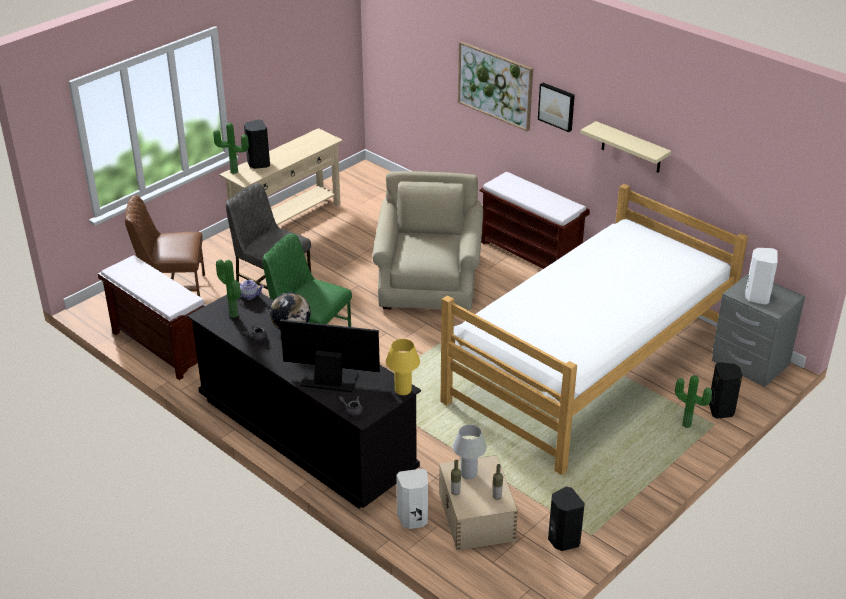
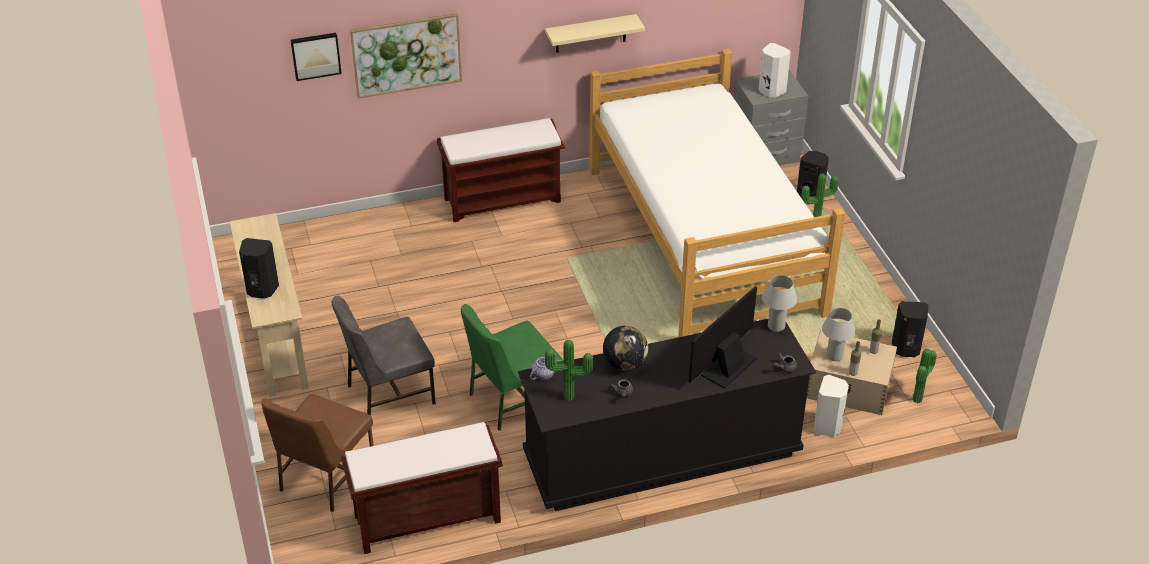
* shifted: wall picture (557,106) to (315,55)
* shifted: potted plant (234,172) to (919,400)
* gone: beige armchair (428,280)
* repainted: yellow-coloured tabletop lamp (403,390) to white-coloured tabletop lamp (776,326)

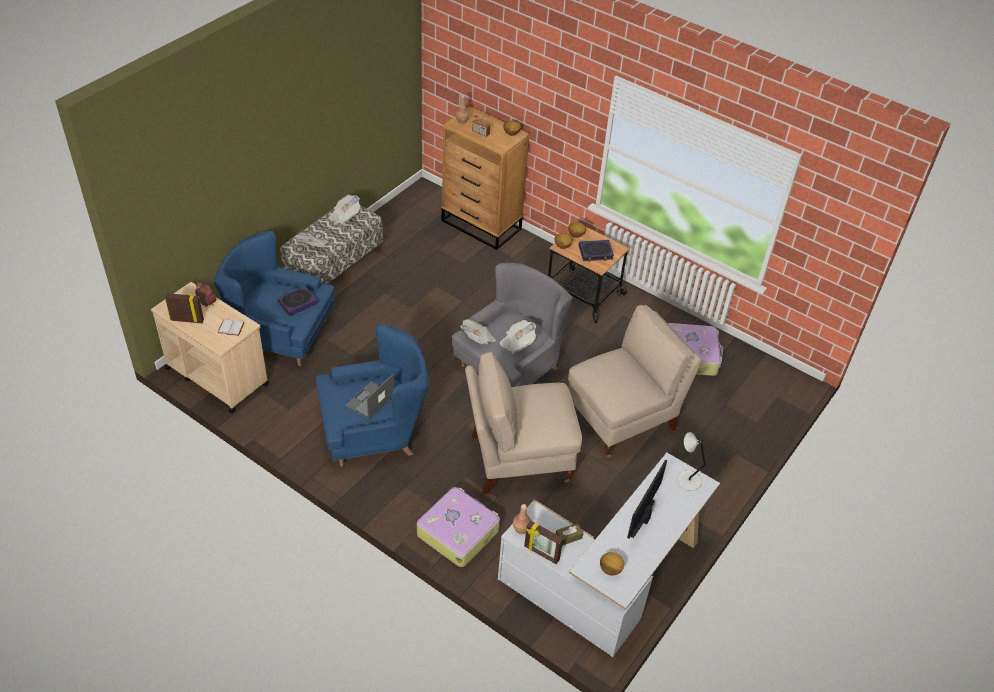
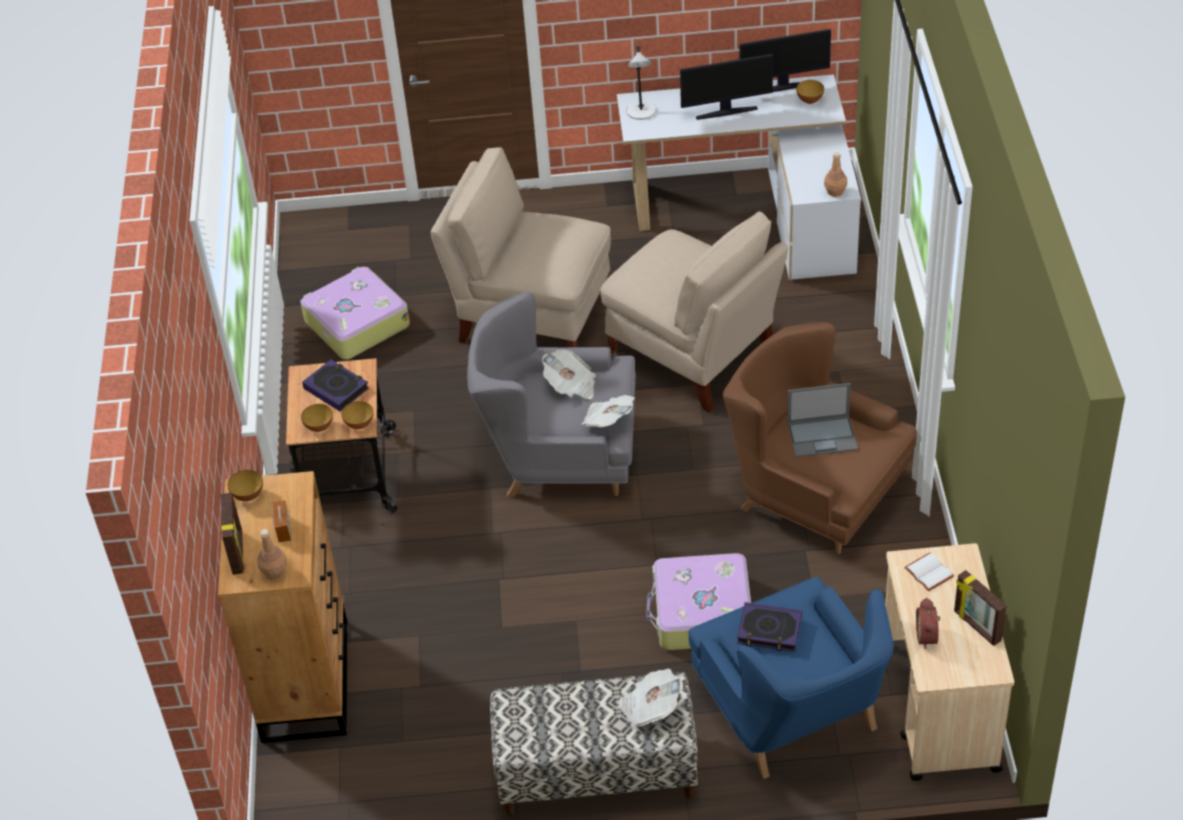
* gone: daily paper (345,216)
* repainted: bluish armchair (374,431) to brown armchair (815,491)
* shifted: travel case (458,532) to (701,613)
* shifted: picture frame (541,553) to (238,552)
* gone: brown box of tissues (568,537)
* new: monitor (783,87)

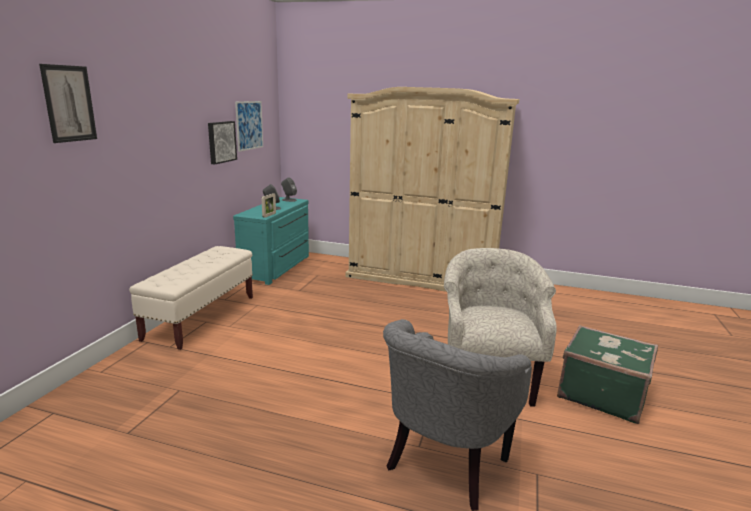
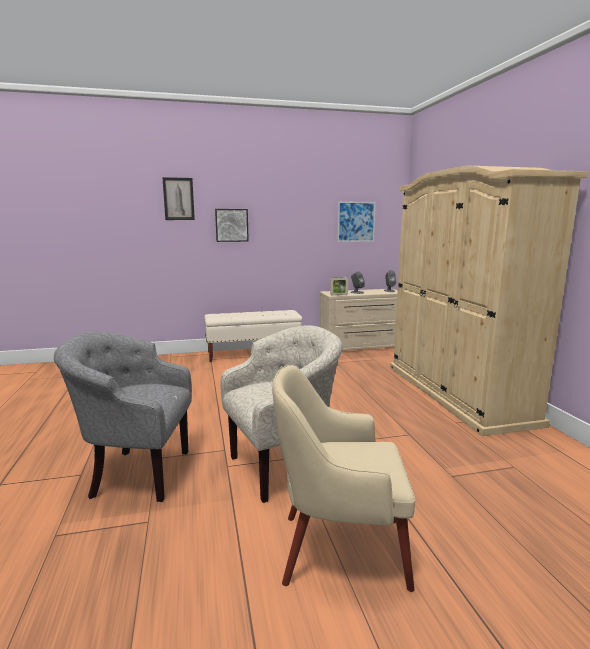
* shifted: wall picture (221,142) to (231,225)
* repainted: blue-green drawer chest (278,267) to beige drawer chest (361,347)
* swapped: green-coloured travel case (601,394) to beige armchair (339,549)

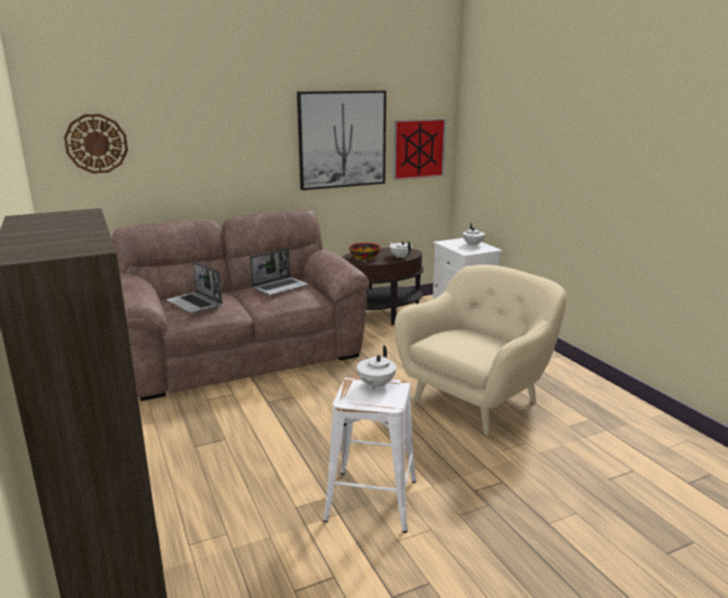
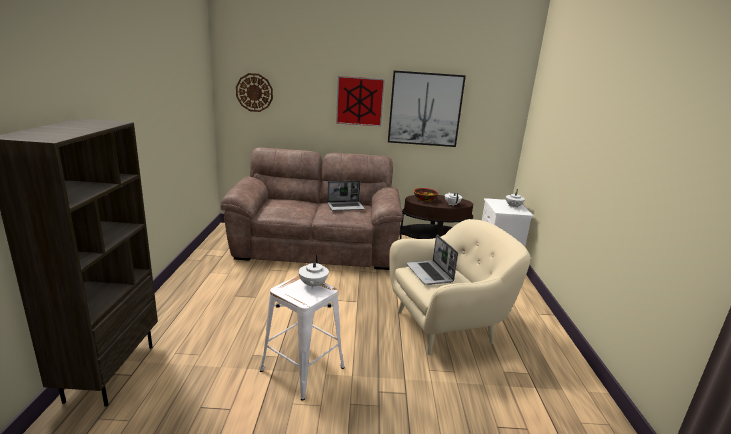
* shifted: wall picture (418,149) to (359,101)
* shifted: notebook computer (195,304) to (430,273)
* rotated: white-coloured pot for tea (375,385) = (312,285) 45 degrees counterclockwise

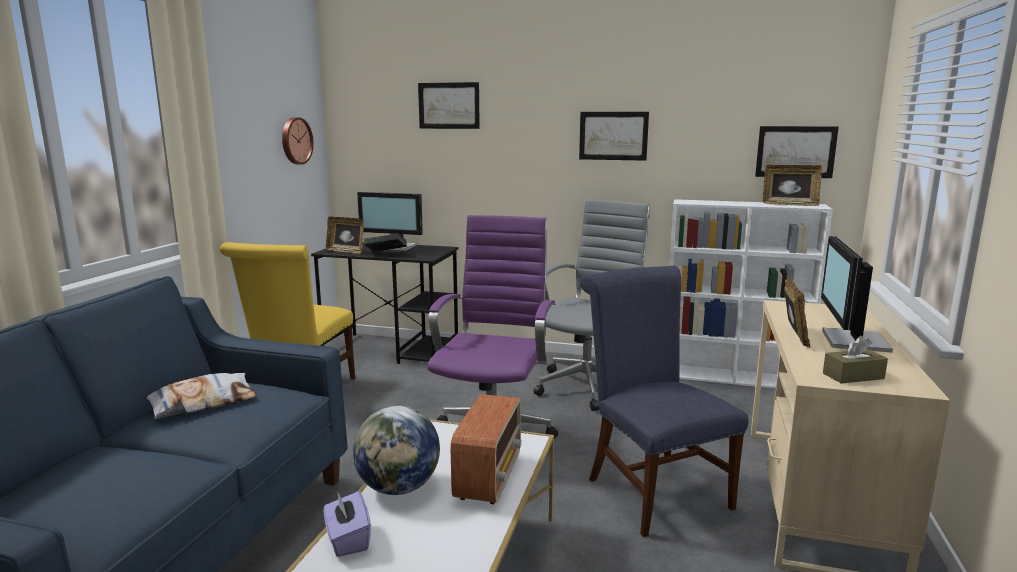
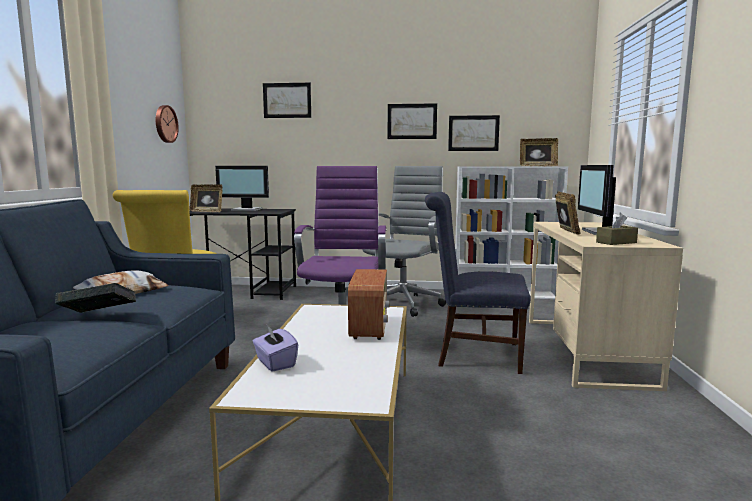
* shifted: wall picture (795,152) to (473,133)
* shifted: book (386,254) to (99,316)
* rotated: bluish plain chair (652,489) = (472,354) 45 degrees counterclockwise
* gone: world globe (399,488)

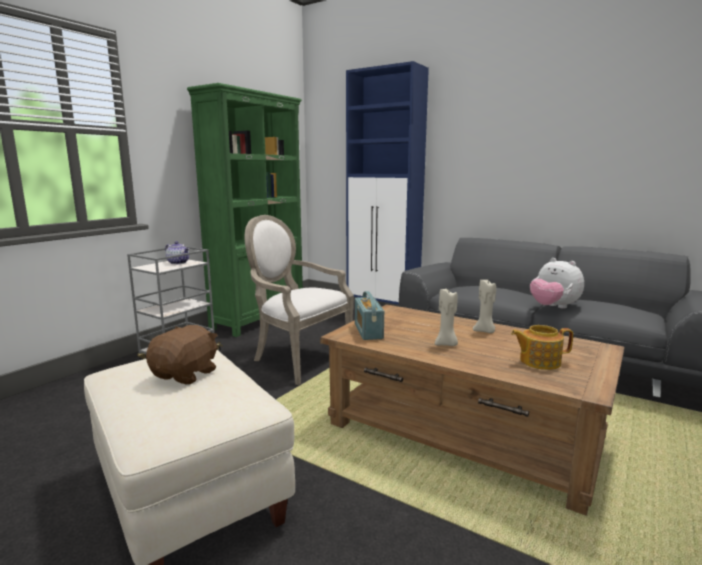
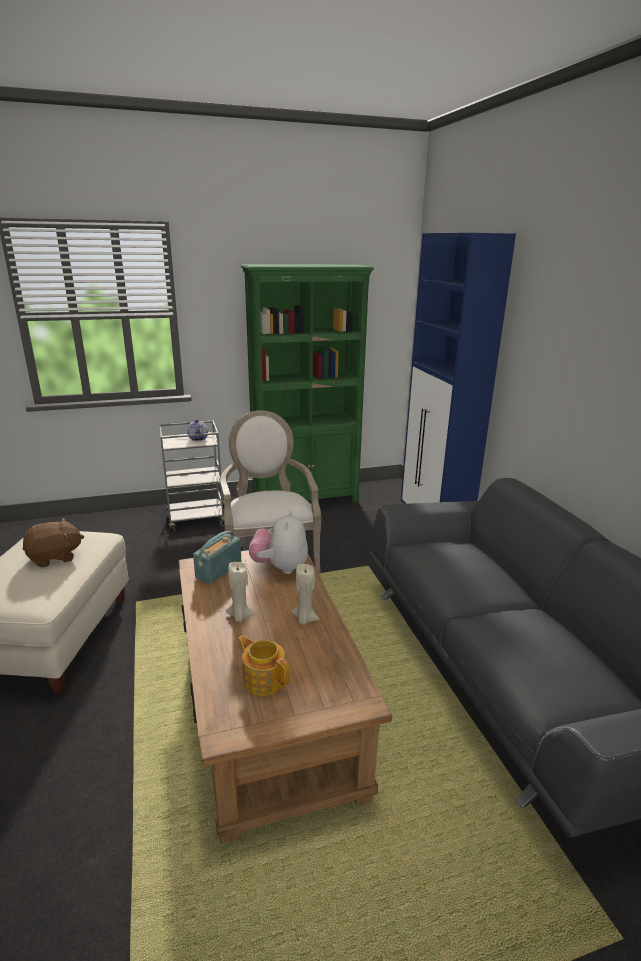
* shifted: cuddly toy (553,307) to (280,567)

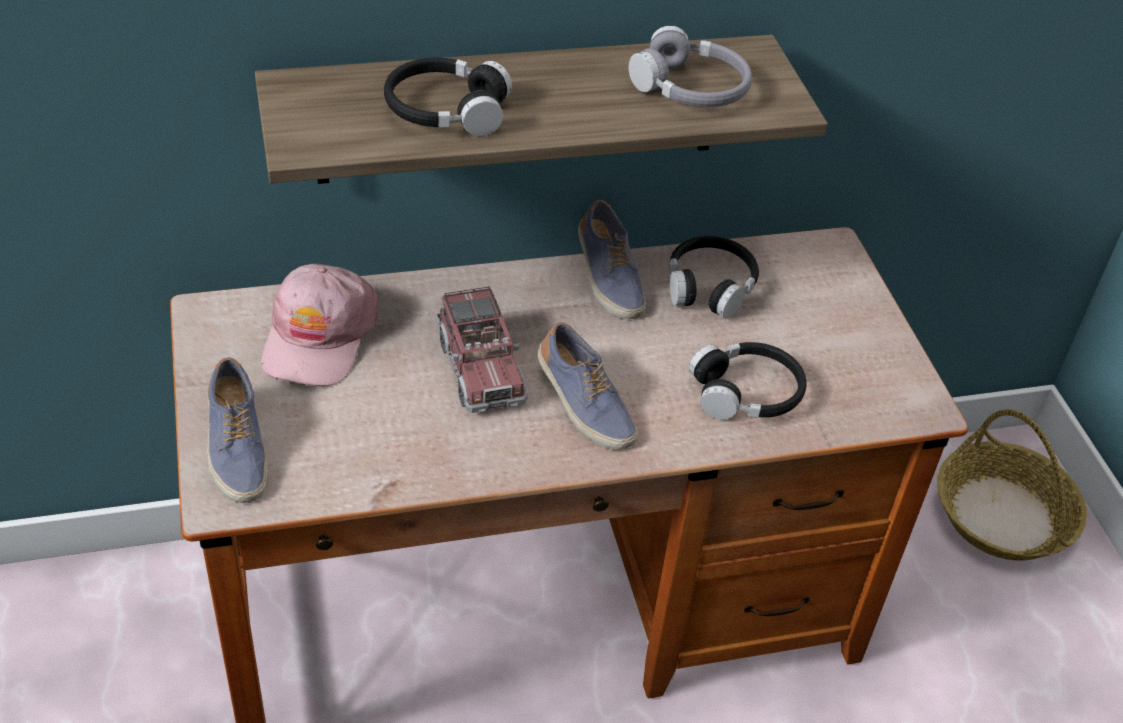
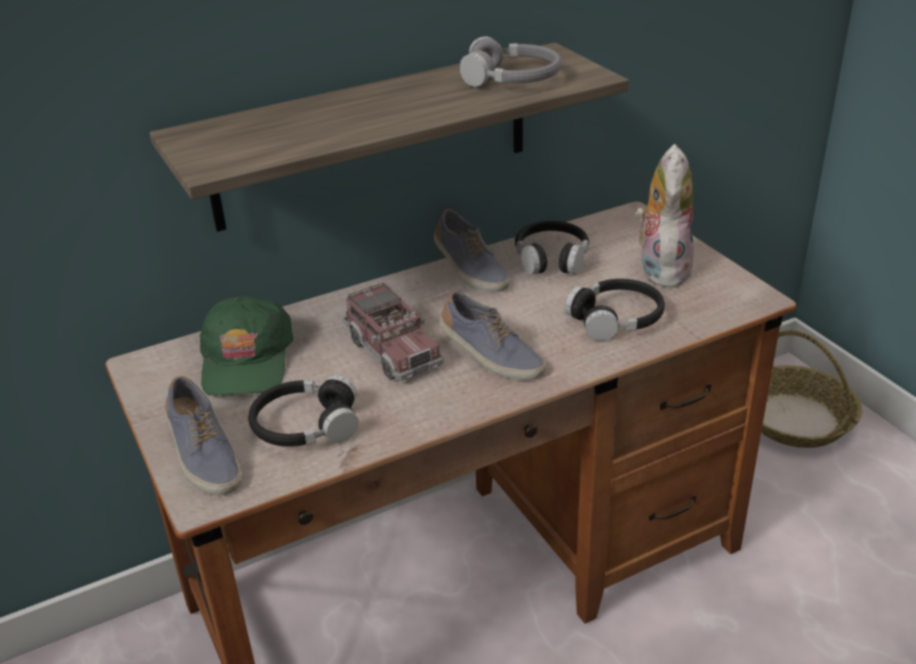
* shifted: black headset (446,111) to (305,426)
* repainted: pink-coloured baseball cap (318,337) to green-coloured baseball cap (246,360)
* new: cuddly toy (661,269)

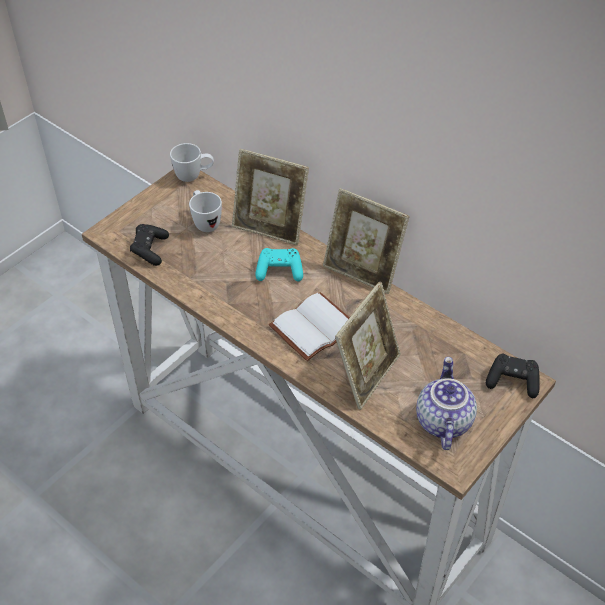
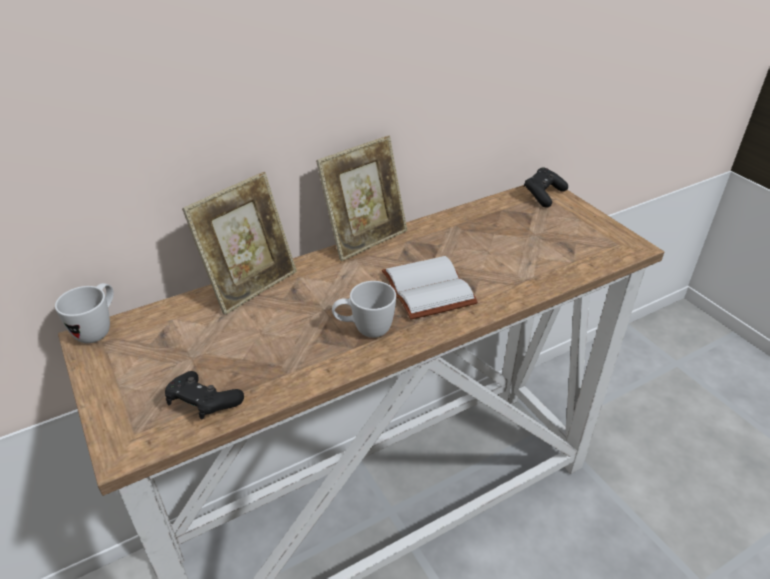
* shifted: white-coloured mug (205,222) to (364,330)
* gone: blue-green joypad (279,271)
* gone: picture frame (367,374)
* gone: pot for tea (442,420)

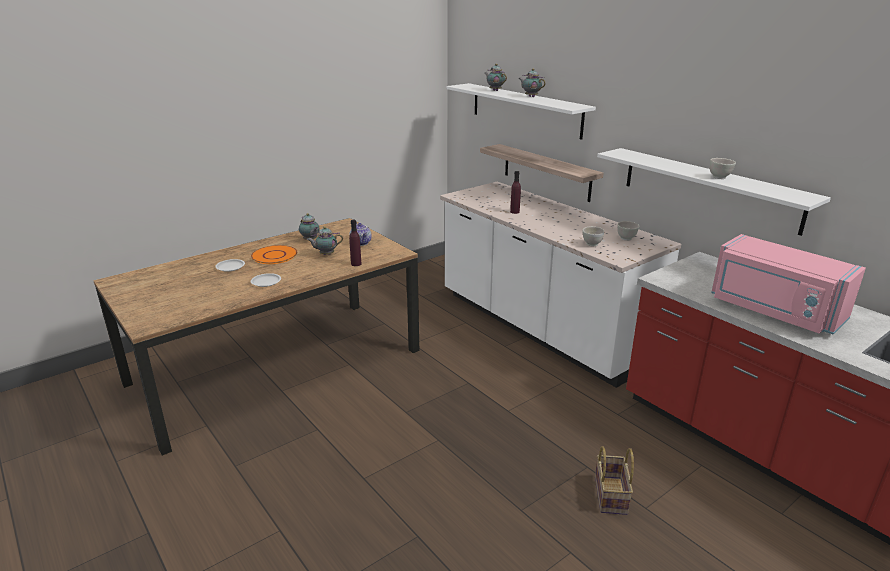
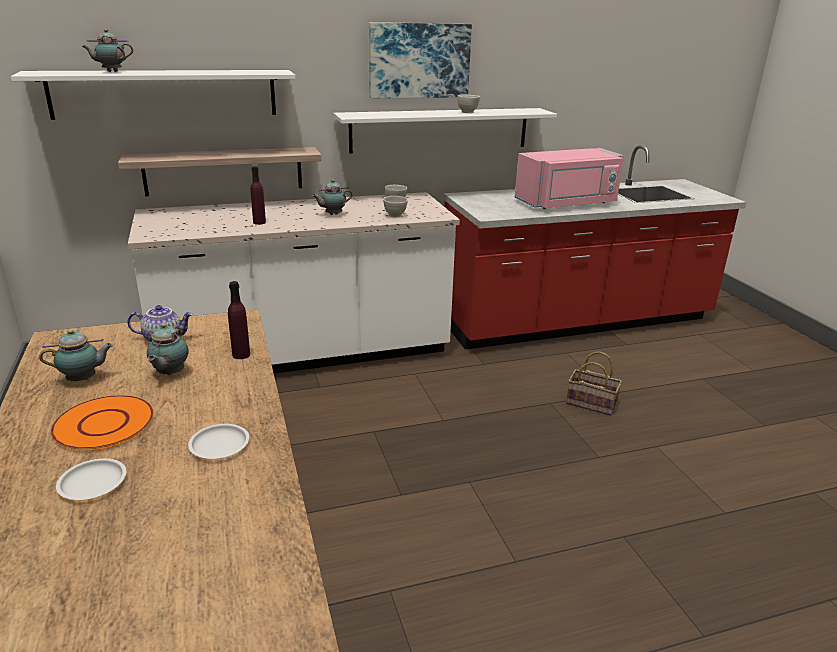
* shifted: pot for tea (530,96) to (332,214)
* new: wall picture (419,60)

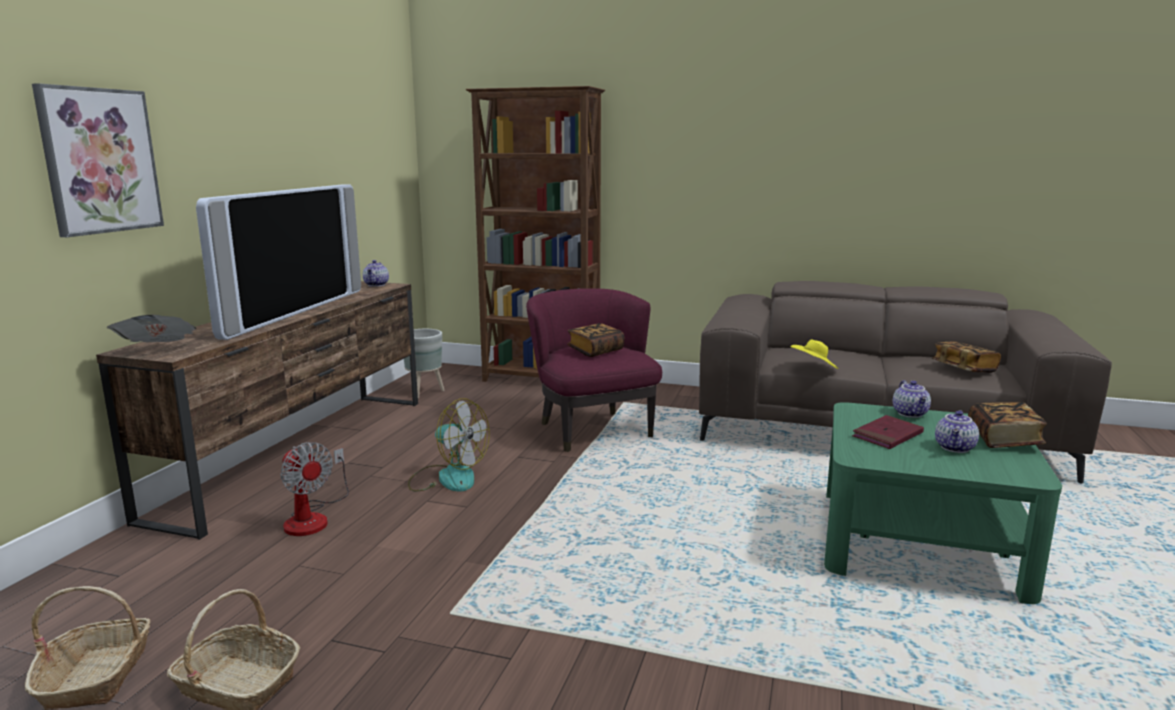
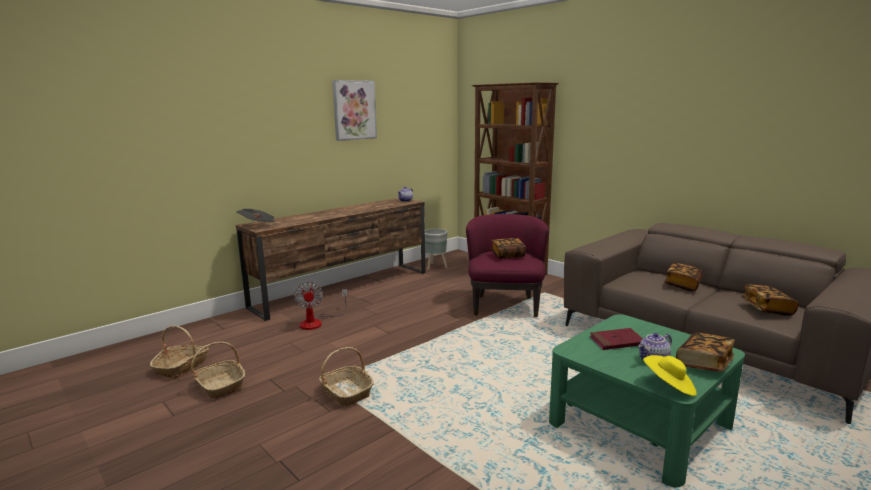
* shifted: wall picture (100,161) to (354,110)
* gone: TV set (291,311)
* shifted: yellow-coloured clothing hat (814,368) to (669,386)
* gone: pot for tea (911,414)
* gone: cooling fan (447,478)
* new: book (683,285)
* new: storage basket (346,392)

